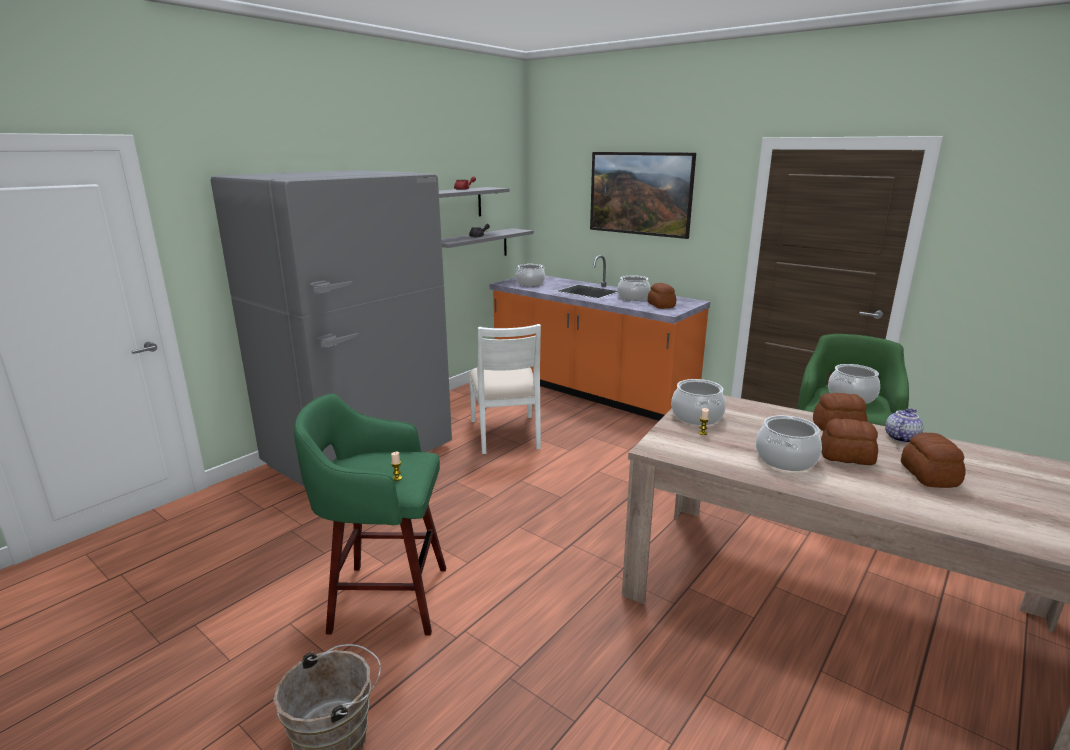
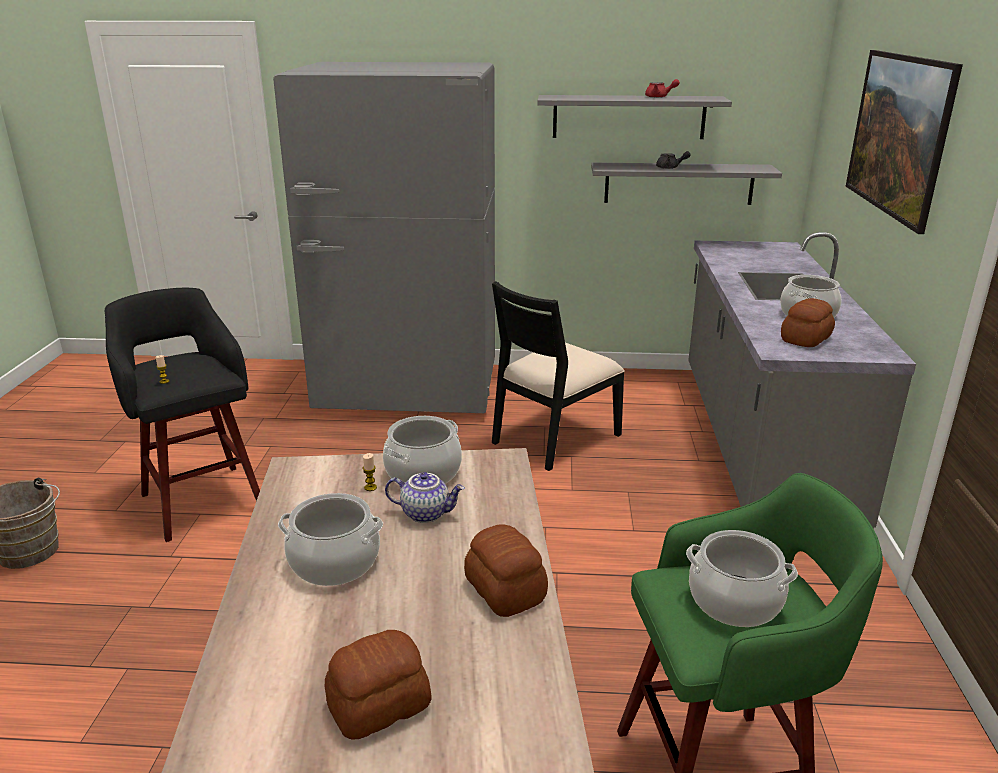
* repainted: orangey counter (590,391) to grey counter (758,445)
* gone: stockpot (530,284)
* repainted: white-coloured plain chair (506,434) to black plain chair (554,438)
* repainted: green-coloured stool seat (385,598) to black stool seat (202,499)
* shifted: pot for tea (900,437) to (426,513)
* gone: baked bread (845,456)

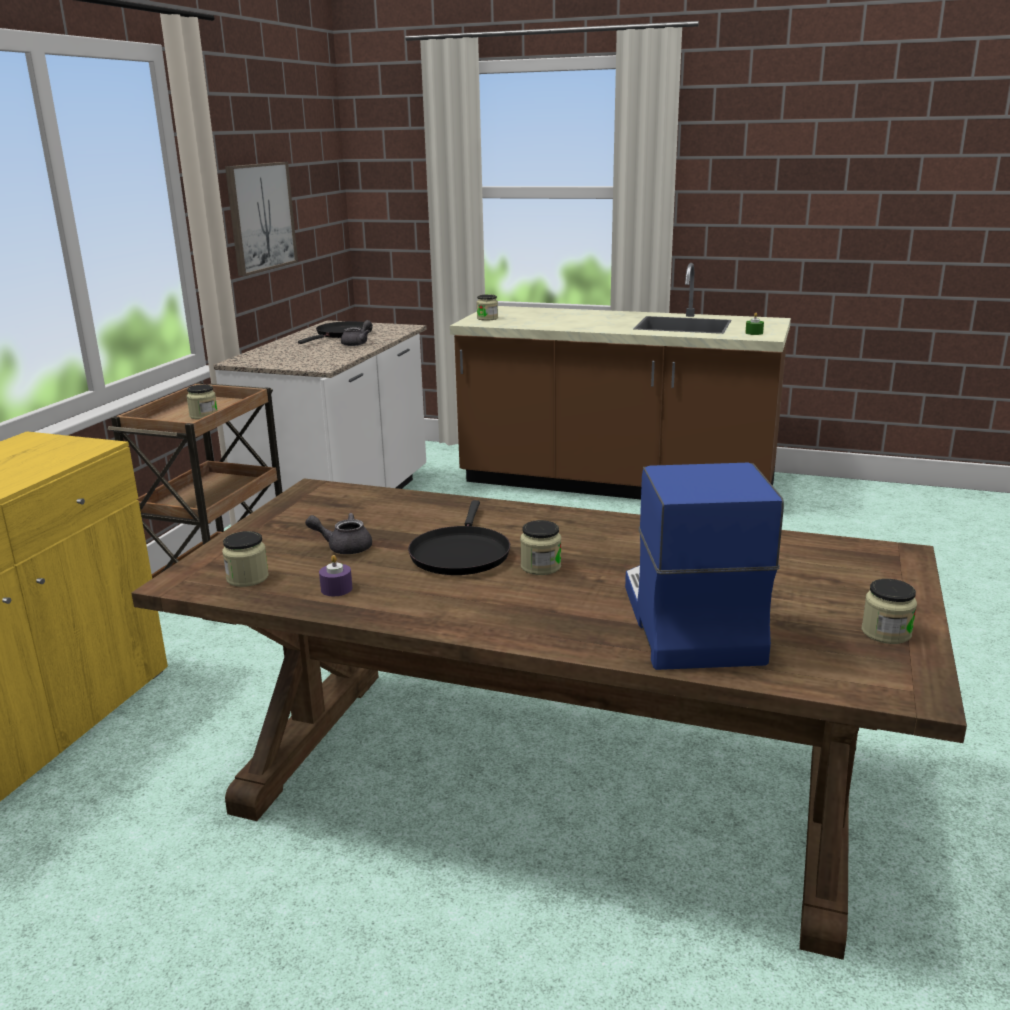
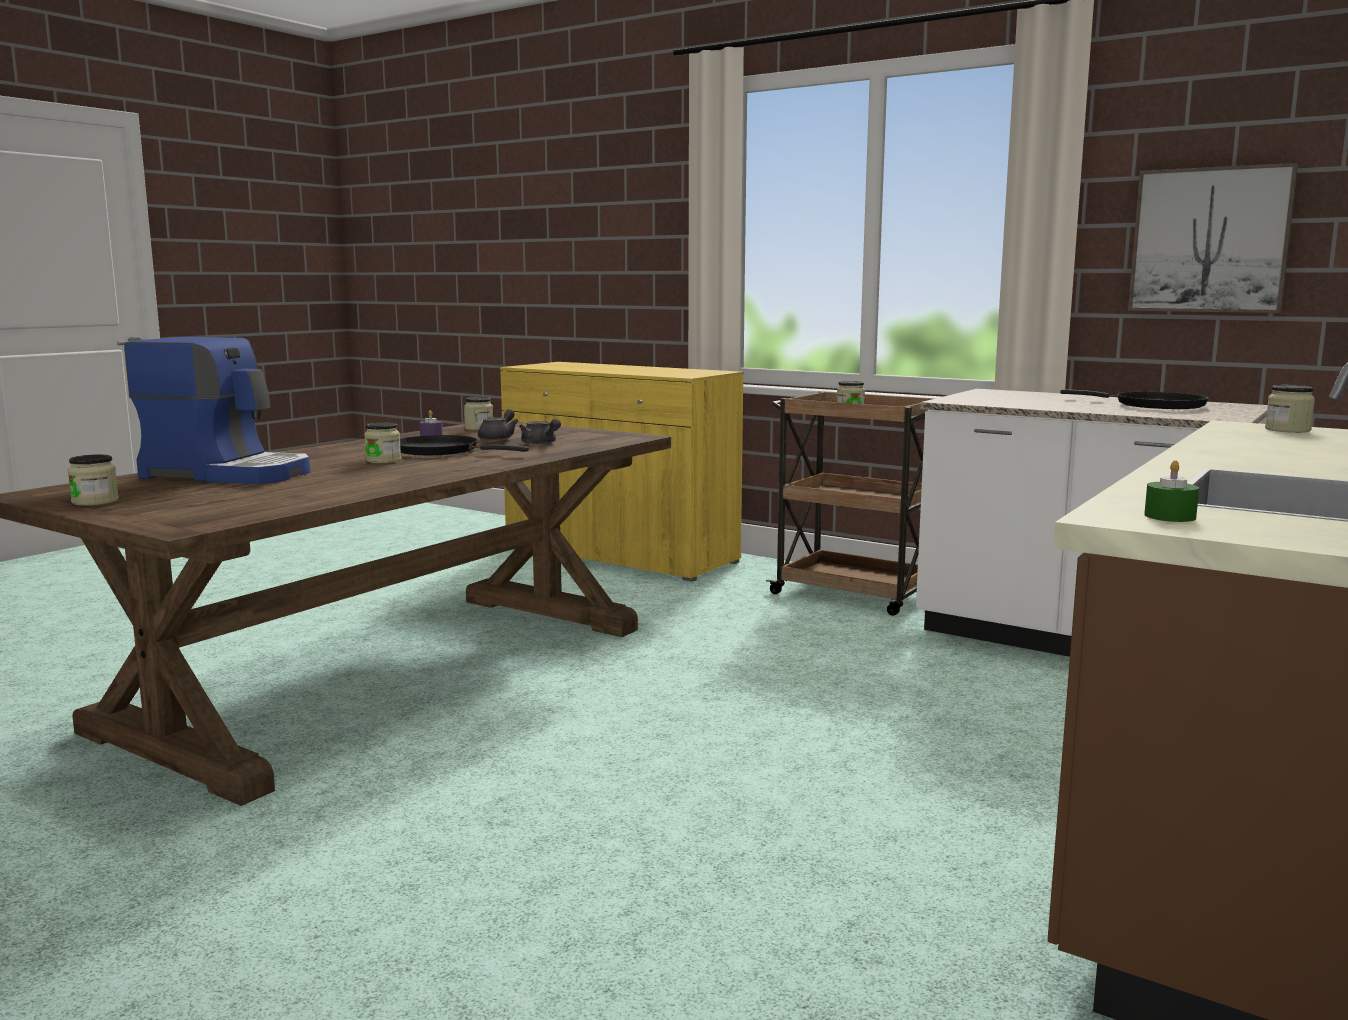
* shifted: grey pot for tea (357,343) to (541,444)

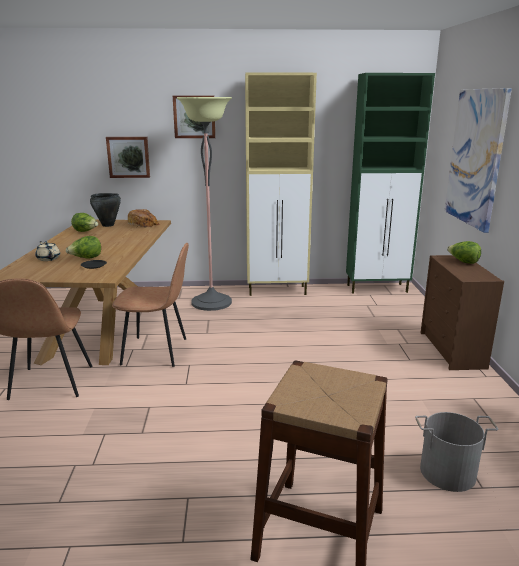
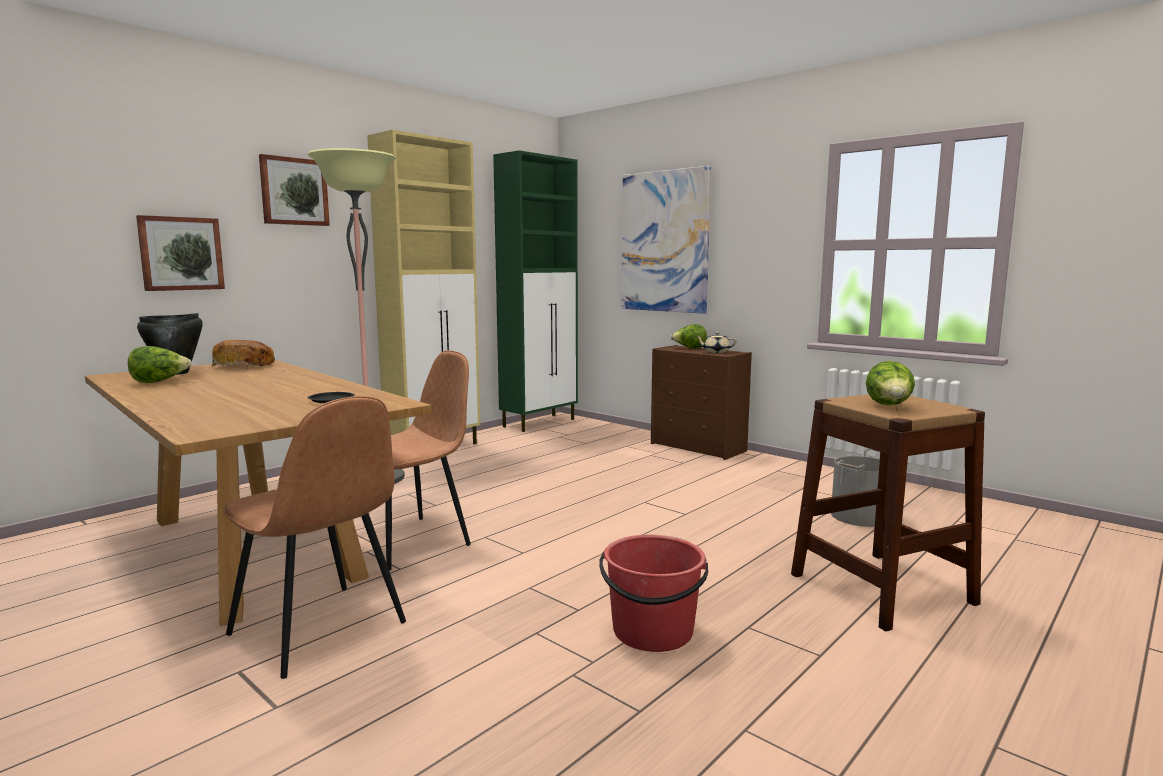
* shifted: head of lettuce (86,258) to (889,406)
* shifted: beige pot for tea (48,258) to (715,352)
* new: red pail (652,632)

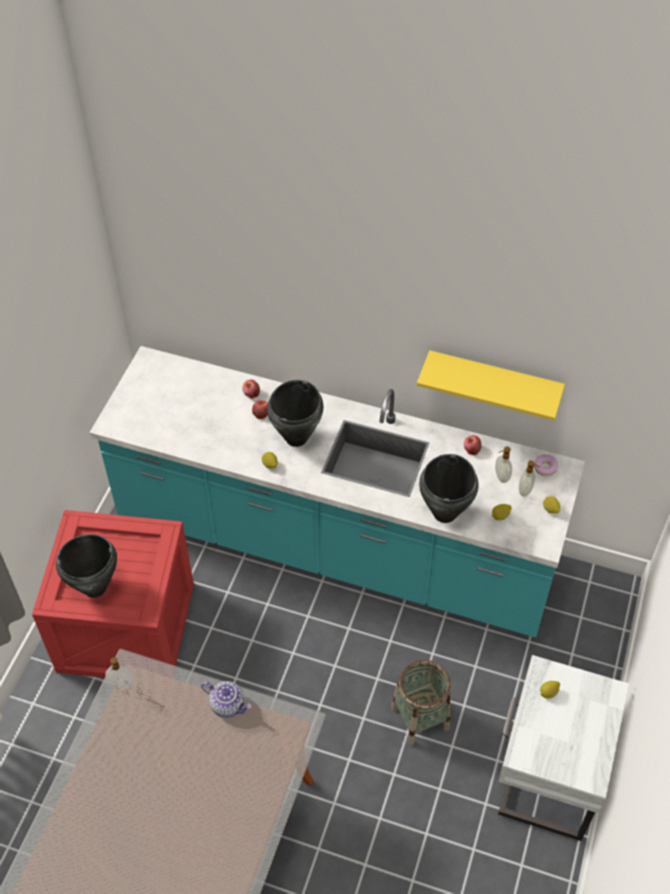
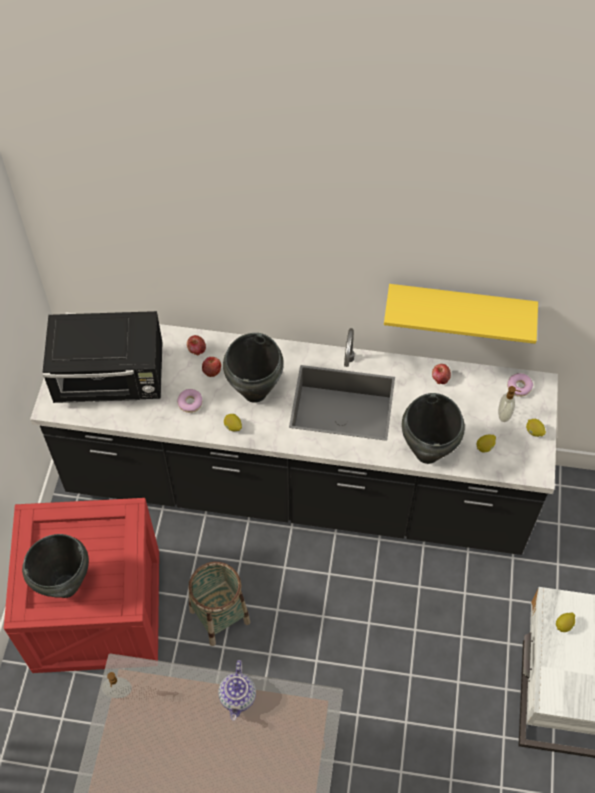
* repainted: blue-green counter (334,545) to black counter (297,487)
* gone: soap bottle (501,477)
* shifted: storage basket (420,718) to (220,616)
* rotated: pot for tea (228,704) = (238,697) 75 degrees clockwise
* new: black microwave (111,379)
* new: doughnut (190,403)

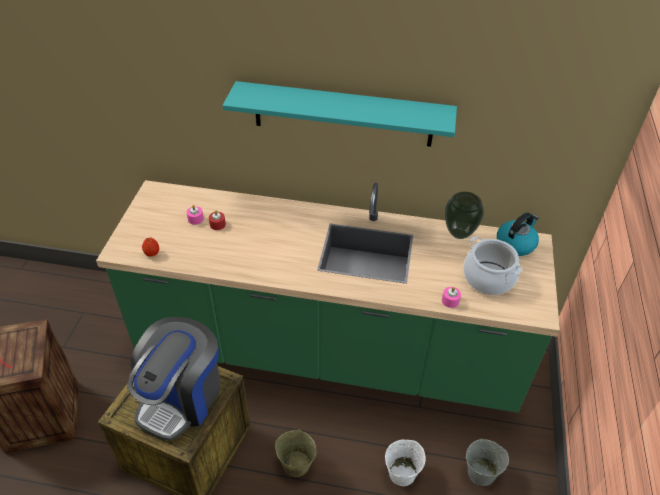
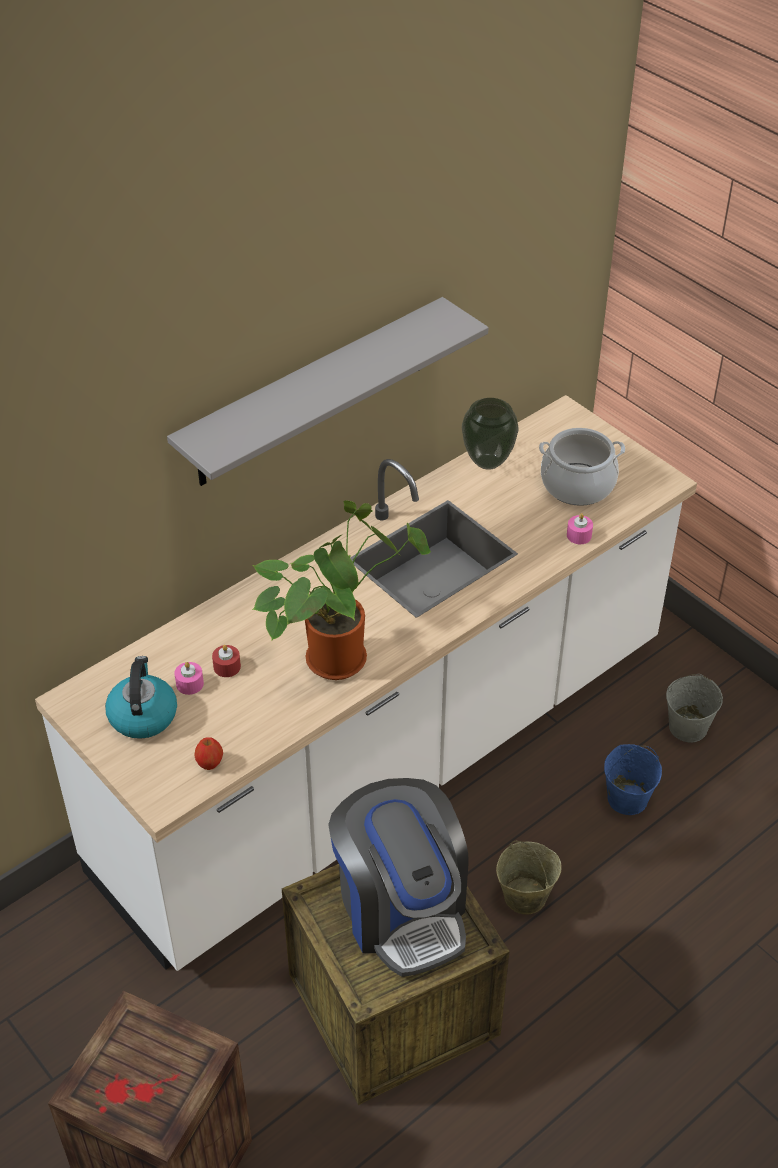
* repainted: blue-green bracket shelf (343,114) to grey bracket shelf (313,393)
* repainted: green-coloured counter (327,351) to white-coloured counter (389,758)
* shifted: tea kettle (515,244) to (142,715)
* repainted: white-coloured pail (402,472) to bluish pail (627,798)
* new: potted plant (339,655)

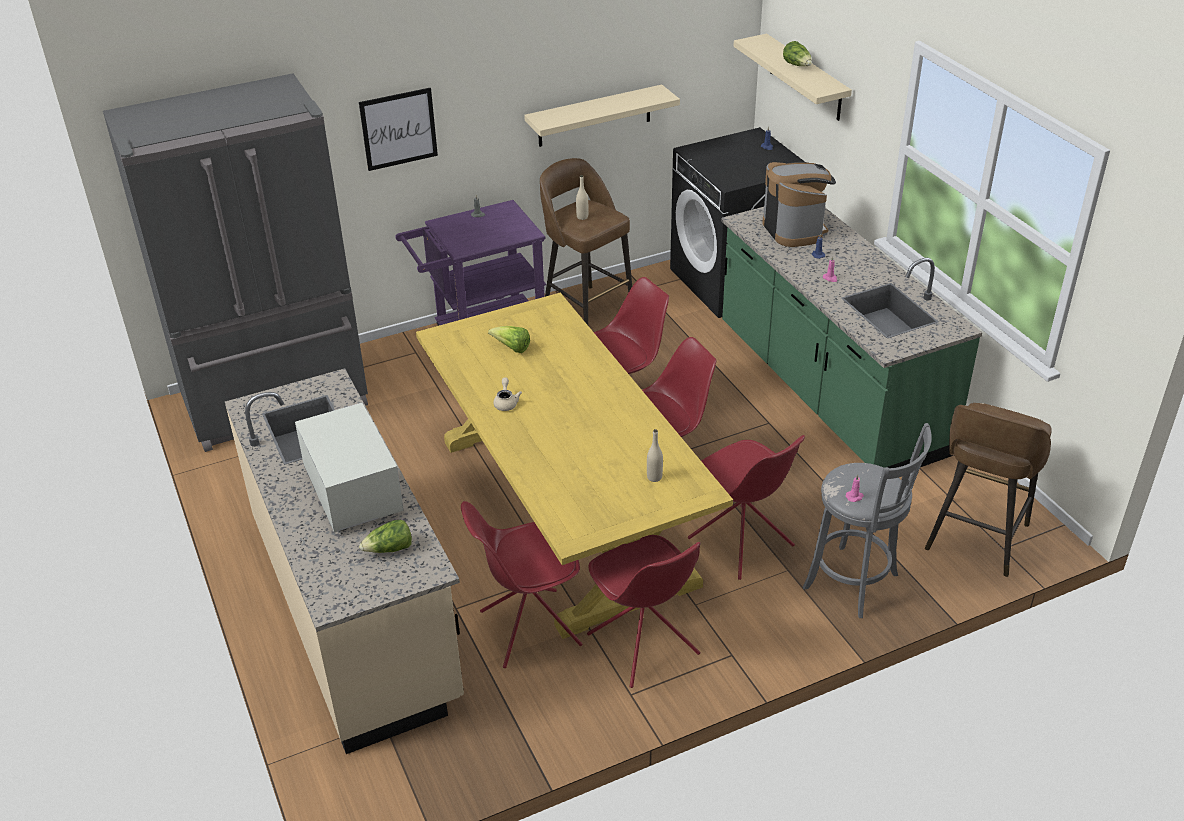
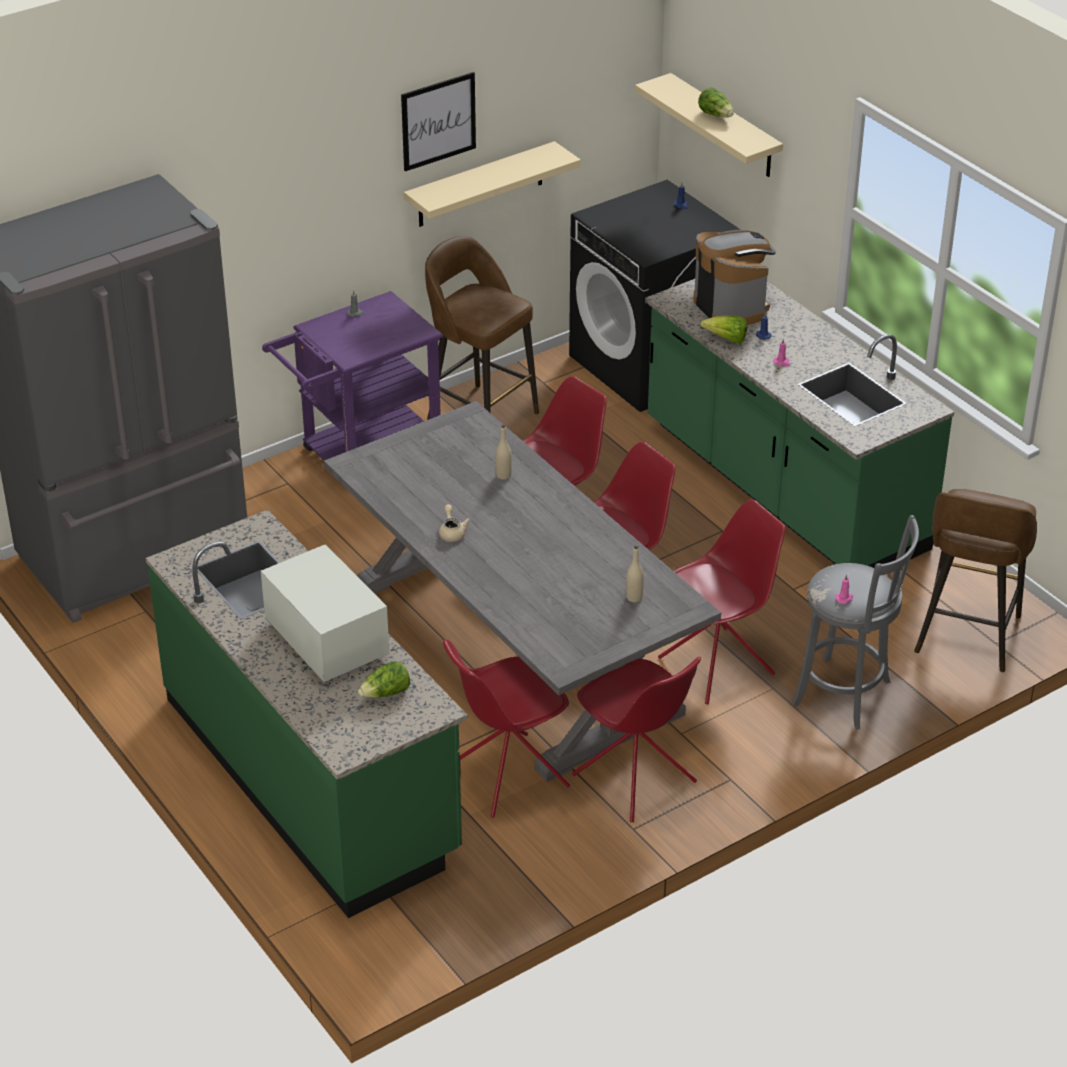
* shifted: wall picture (398,129) to (438,121)
* shifted: beige beverage bottle (582,217) to (503,475)
* repainted: yellow-coloured dining table (563,510) to grey dining table (513,648)
* shifted: head of lettuce (512,348) to (726,339)
* repainted: beige counter (356,609) to green-coloured counter (312,776)
* rotated: red plain chair (742,543) = (718,665) 75 degrees counterclockwise

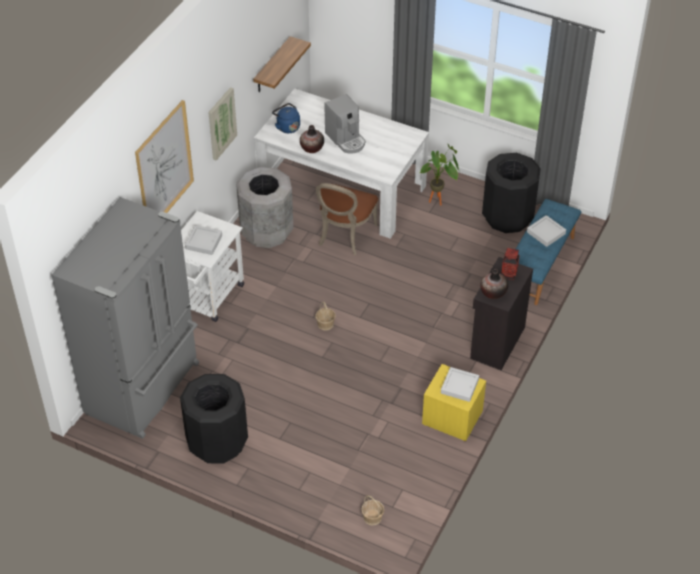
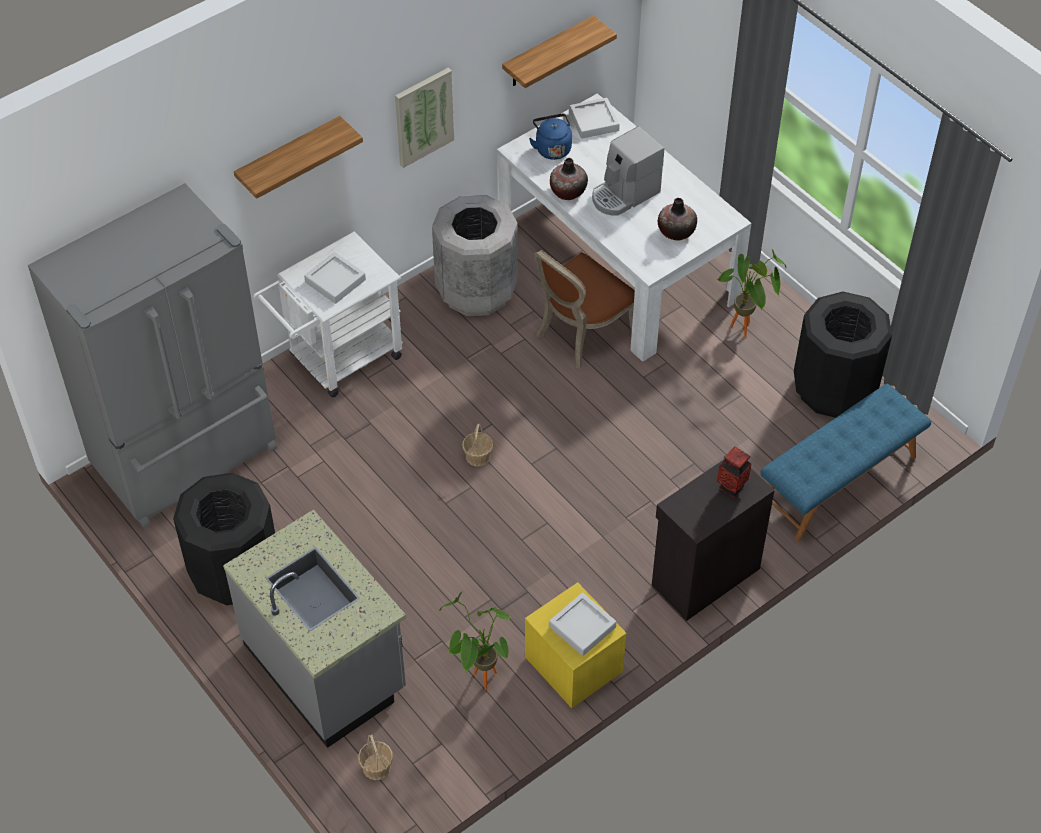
* rotated: coffee machine (346,139) = (624,194) 60 degrees clockwise
* swapped: wall picture (164,166) to bracket shelf (289,157)
* shifted: grey serving tray (546,233) to (594,121)
* shifted: flower vase (493,292) to (676,232)
* new: grey counter (326,667)
* new: potted plant (479,680)

